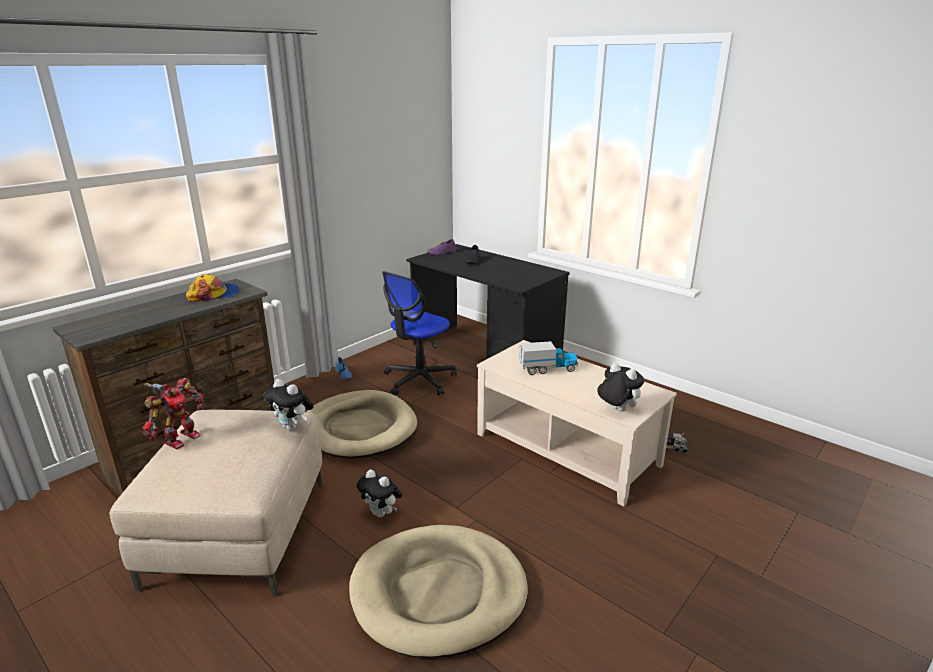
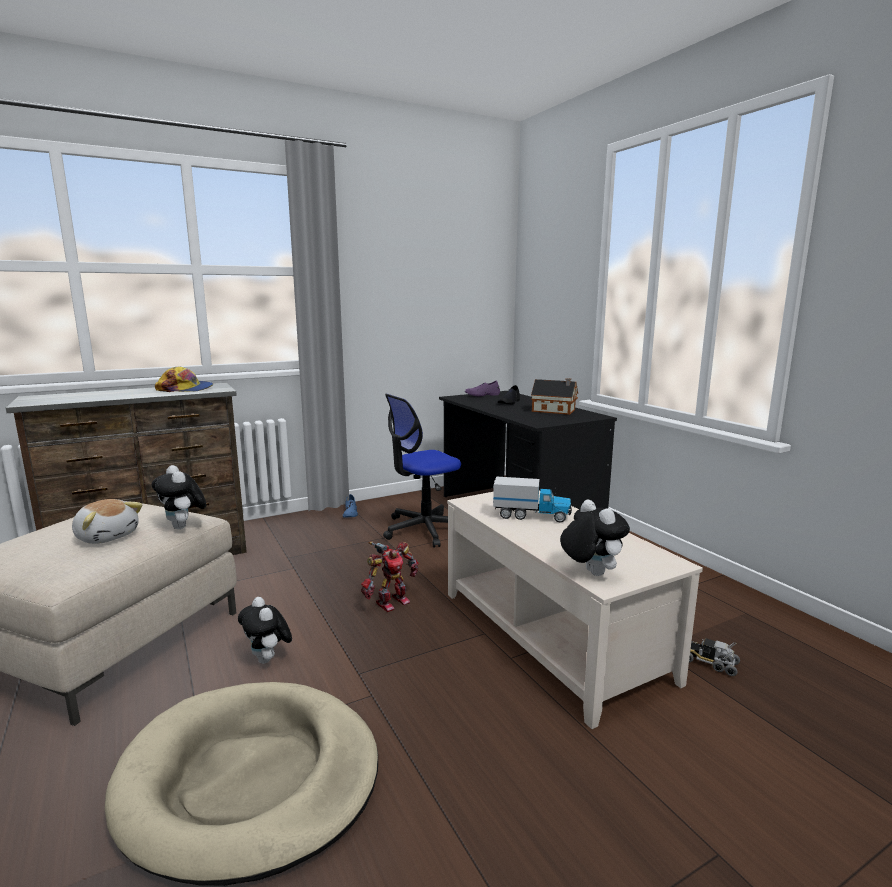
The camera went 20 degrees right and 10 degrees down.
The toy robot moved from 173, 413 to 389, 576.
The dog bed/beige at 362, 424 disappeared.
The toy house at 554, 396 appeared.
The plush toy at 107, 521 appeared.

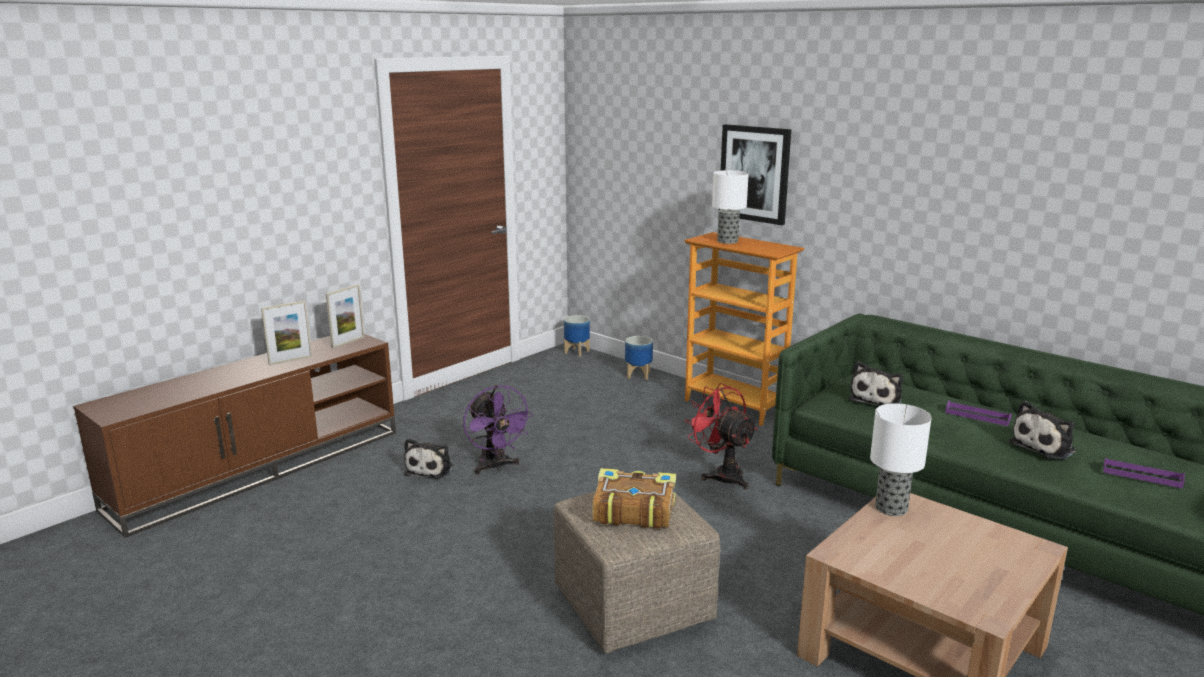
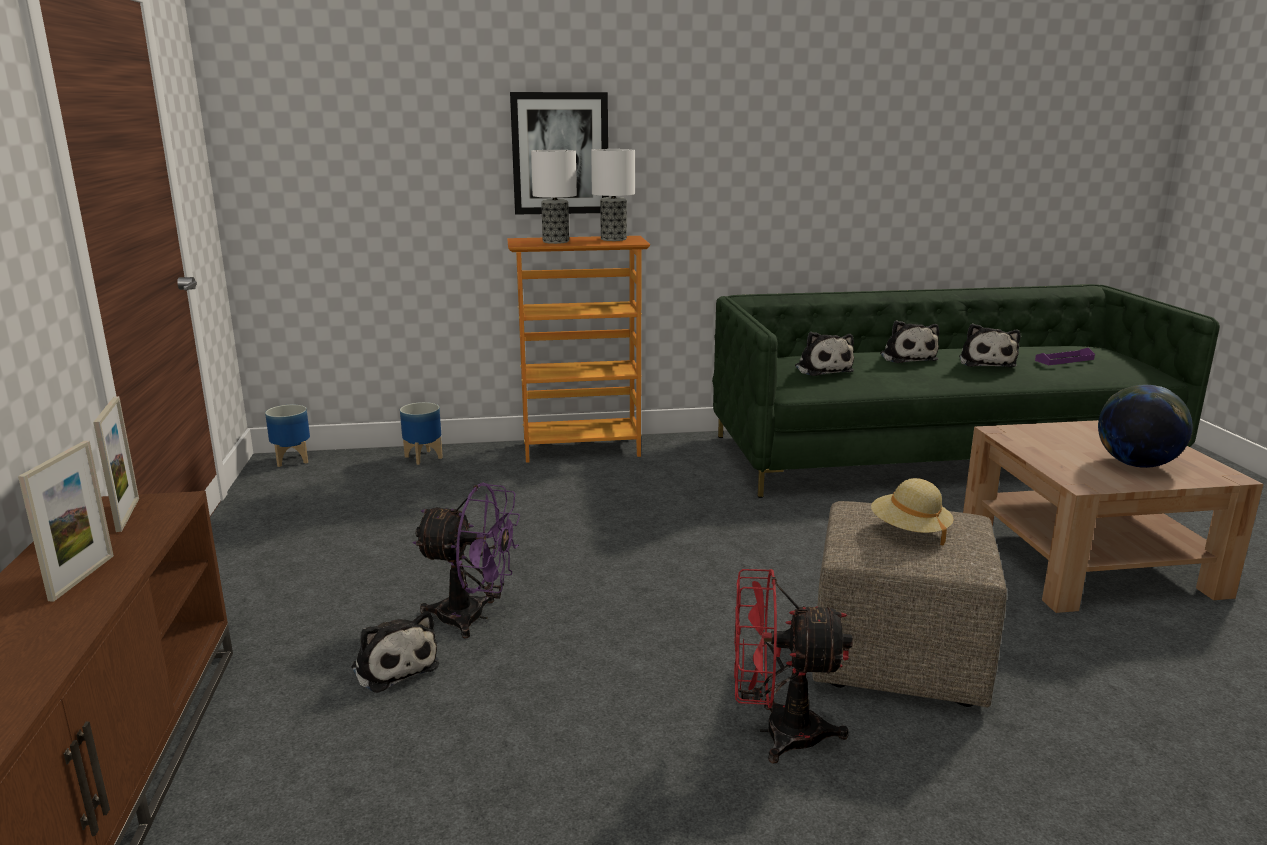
The camera went 50 degrees left and 0 degrees up.
The fan/red moved from 721, 436 to 793, 666.
The tray/purple at 978, 413 was replaced by the plush toy at 909, 341.
The table lamp moved from 901, 459 to 613, 195.
The book at 634, 498 was replaced by the hat/beige at 912, 512.
The globe at 1145, 426 appeared.

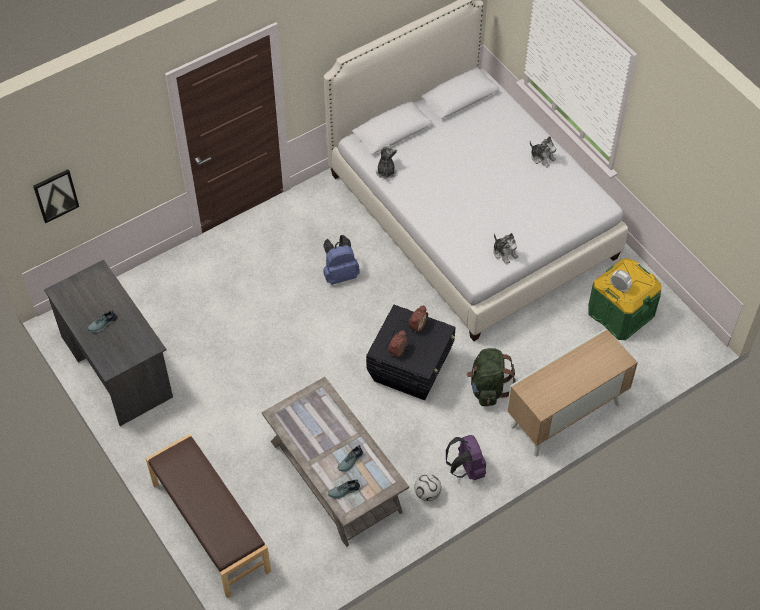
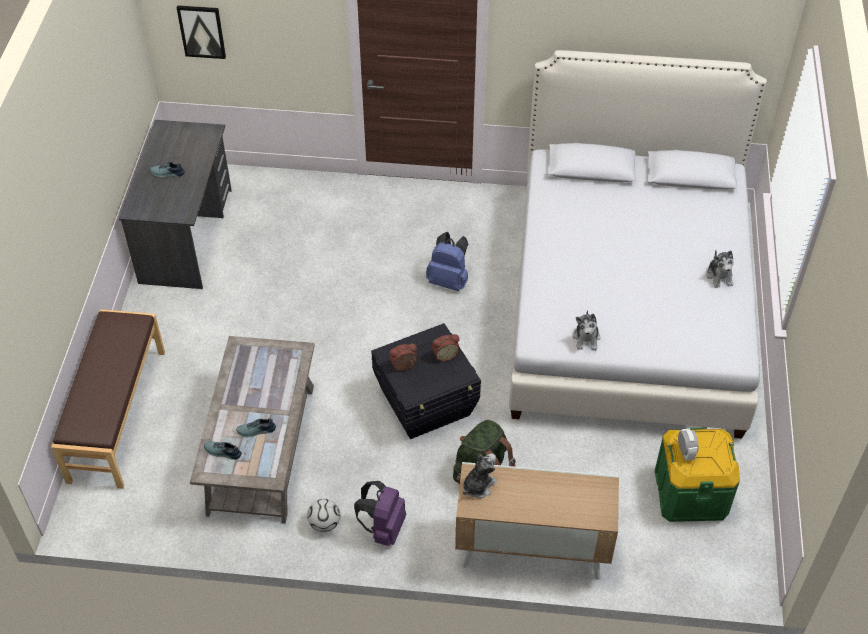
The camera went 40 degrees right and 5 degrees down.
The plush toy moved from 386, 161 to 480, 475.

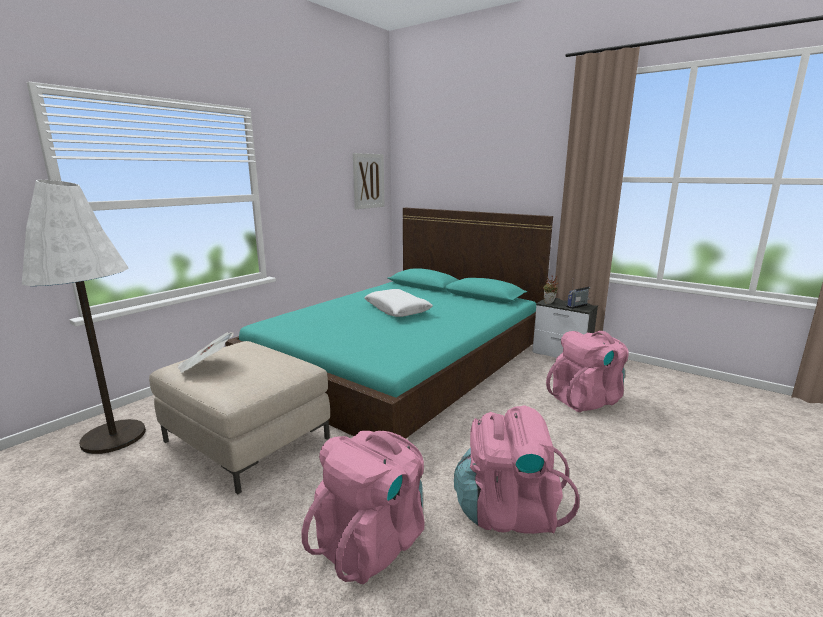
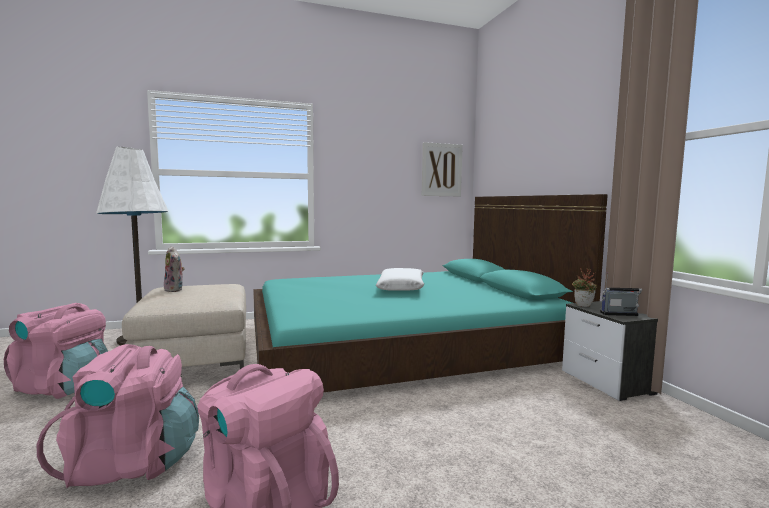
The camera went 35 degrees right and 10 degrees down.
The backpack/pink moved from 587, 371 to 56, 351.
The newspaper at 206, 353 was replaced by the plush toy at 174, 269.

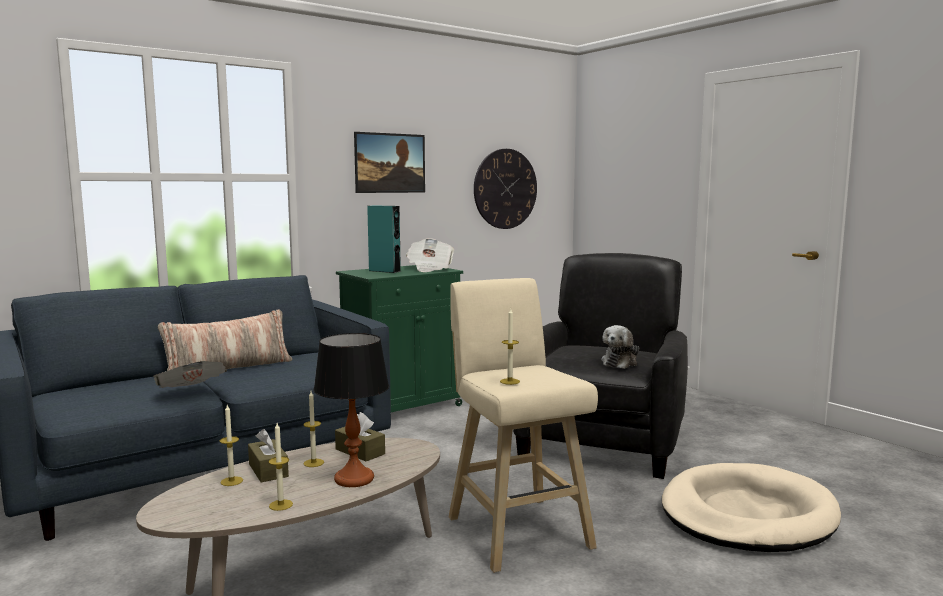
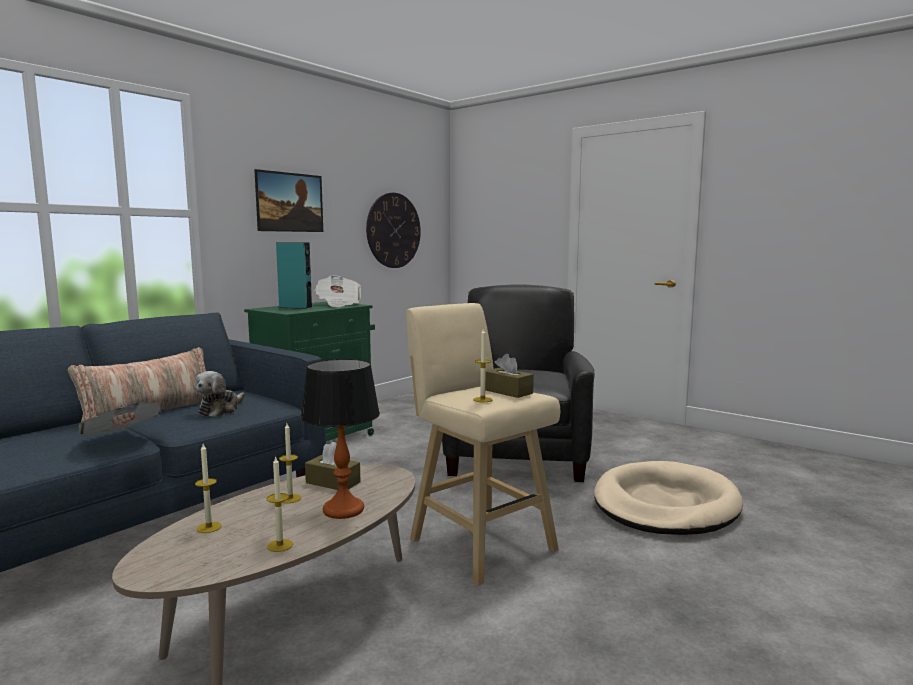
The camera went 15 degrees left and 0 degrees up.
The plush toy moved from 620, 347 to 219, 394.
The tissue box/brown moved from 268, 456 to 509, 376.

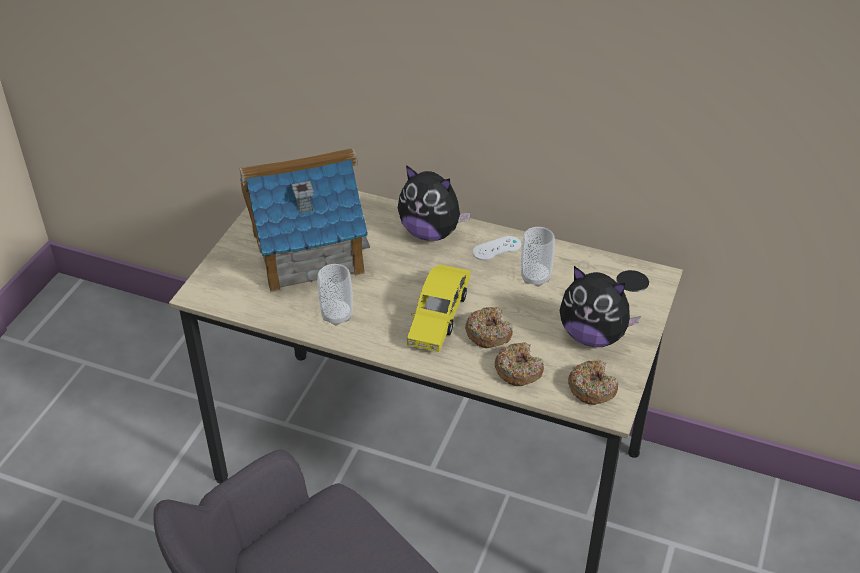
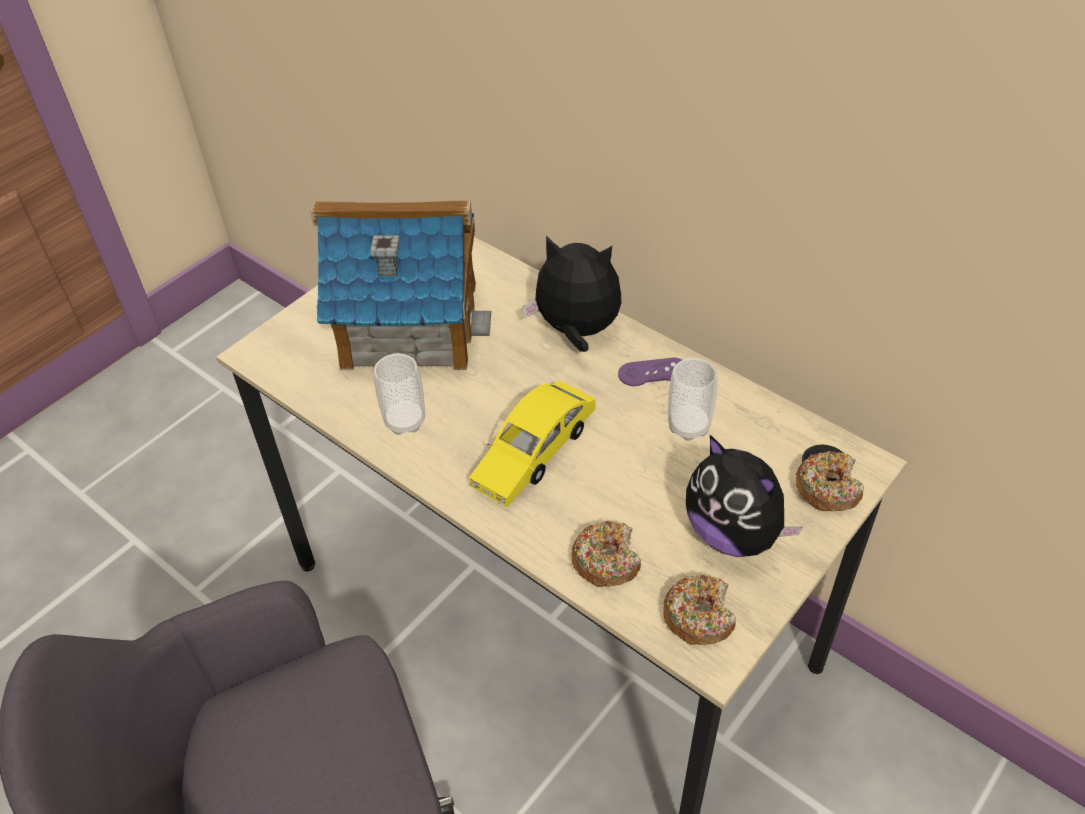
The camera went 20 degrees right and 5 degrees up.
The plush toy at 434, 203 turned 150 degrees clockwise.
The game controller/white at 497, 248 became the game controller/purple at 650, 372.
The donut moved from 489, 327 to 830, 481.

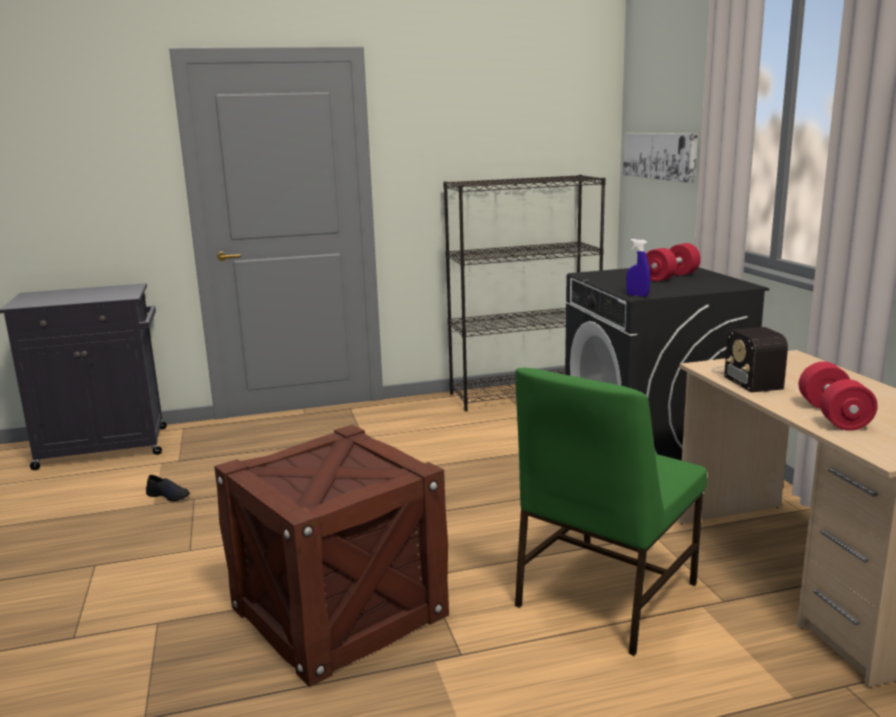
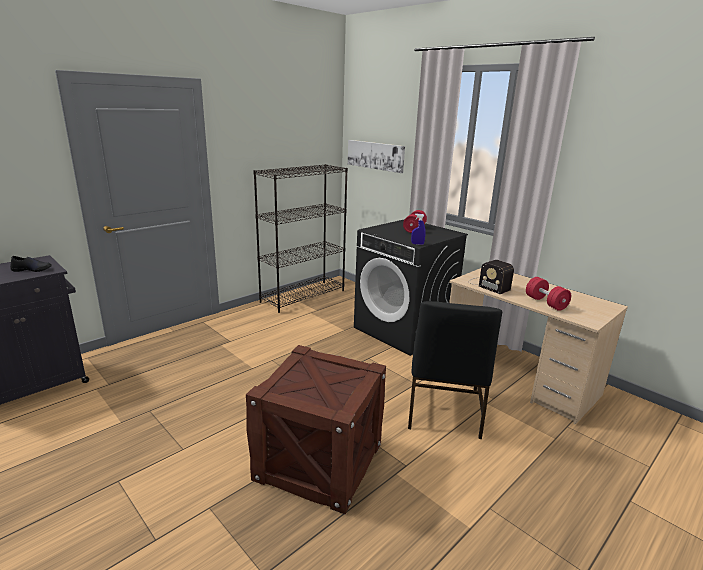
The camera went 30 degrees left and 5 degrees up.
The chair/green at 611, 512 became the chair/black at 455, 370.
The shoe/black moved from 168, 488 to 31, 264.

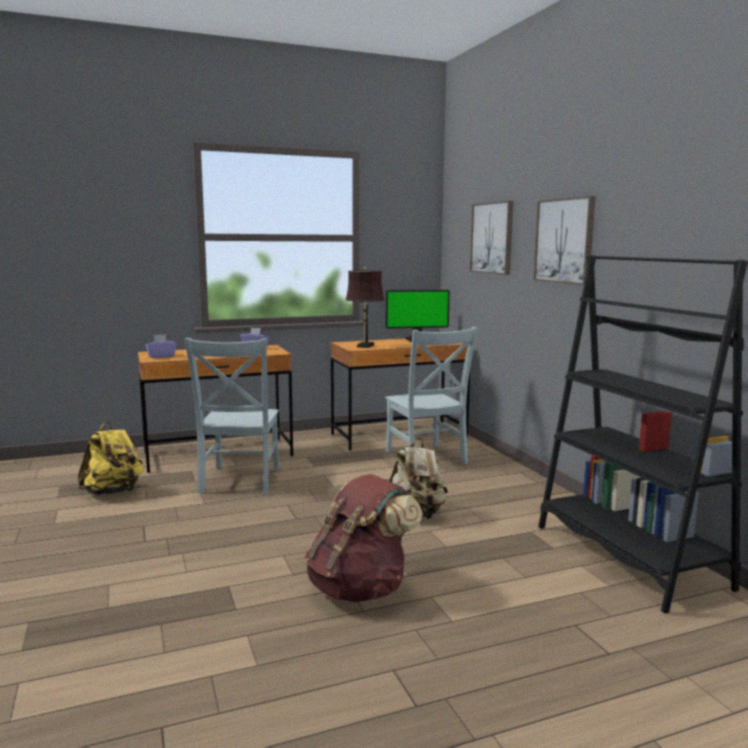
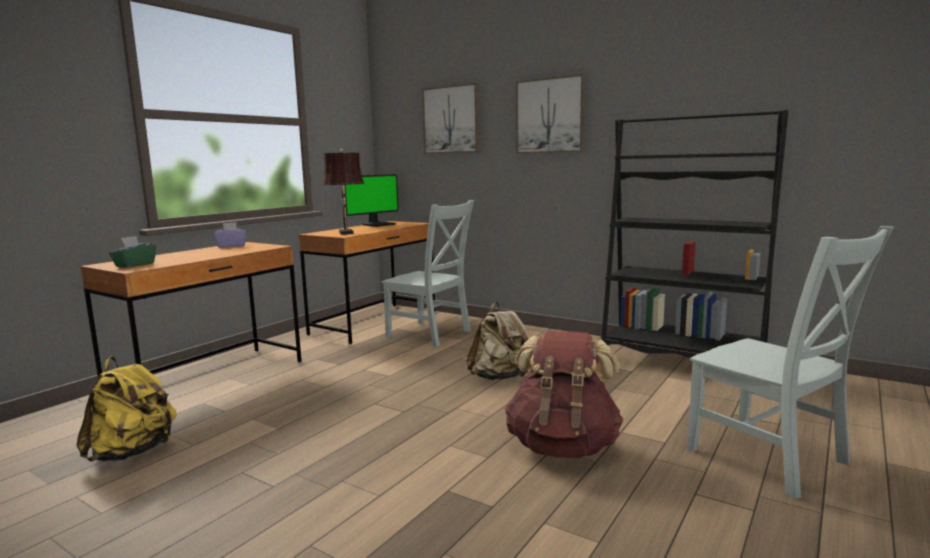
The camera went 35 degrees left and 0 degrees up.
The tissue box/purple at 161, 346 became the tissue box/green at 132, 252.
The chair/grey moved from 231, 416 to 790, 362.

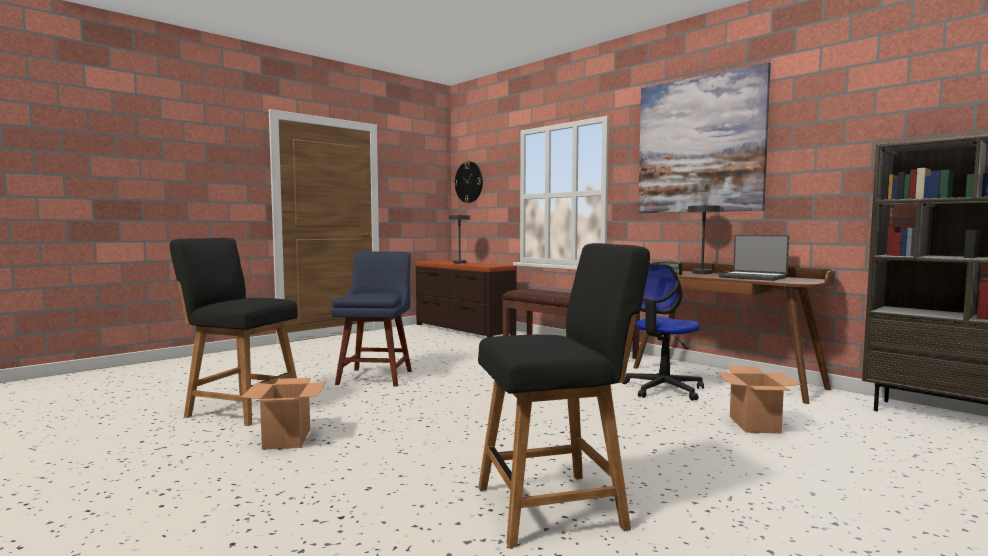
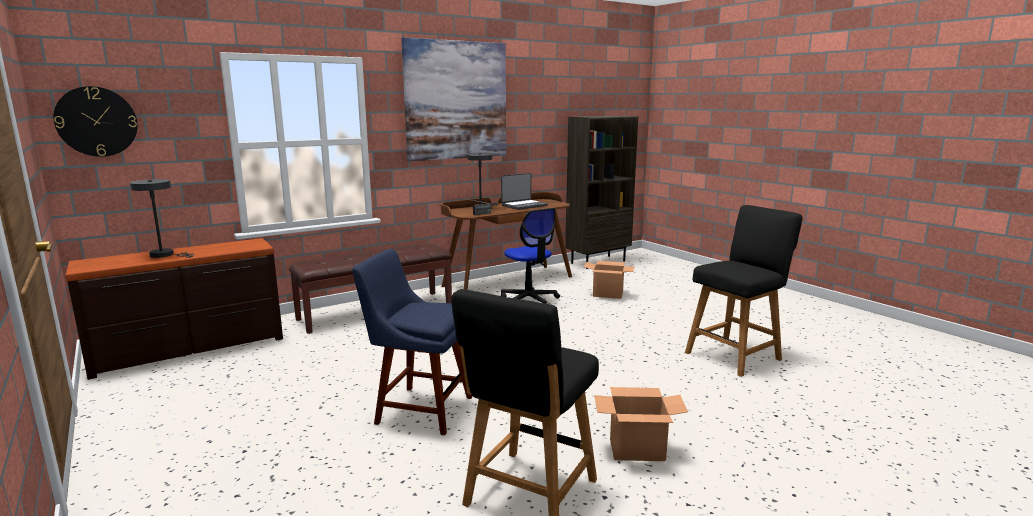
The camera went 80 degrees left and 10 degrees up.
The chair/black at 564, 395 turned 60 degrees clockwise.

